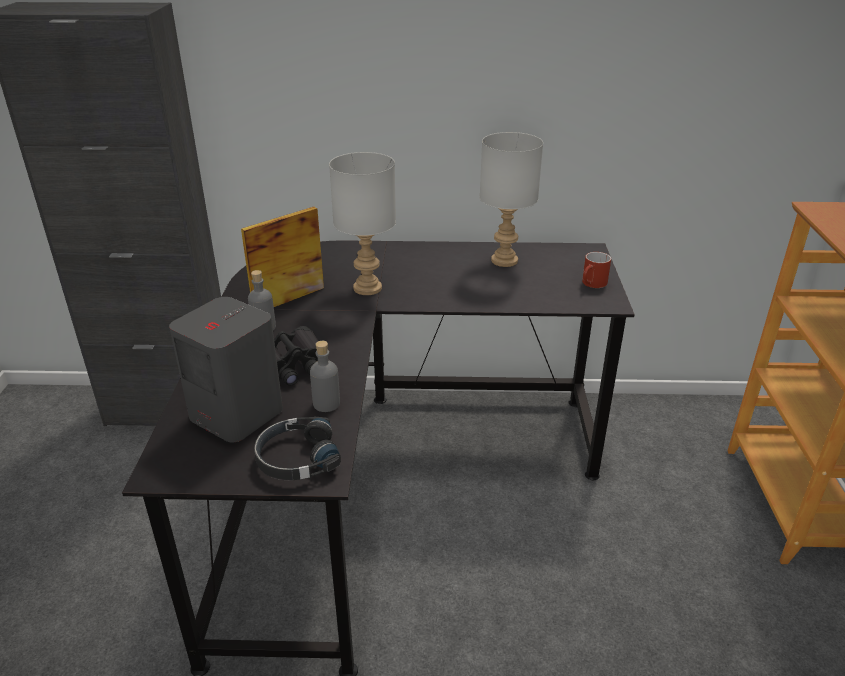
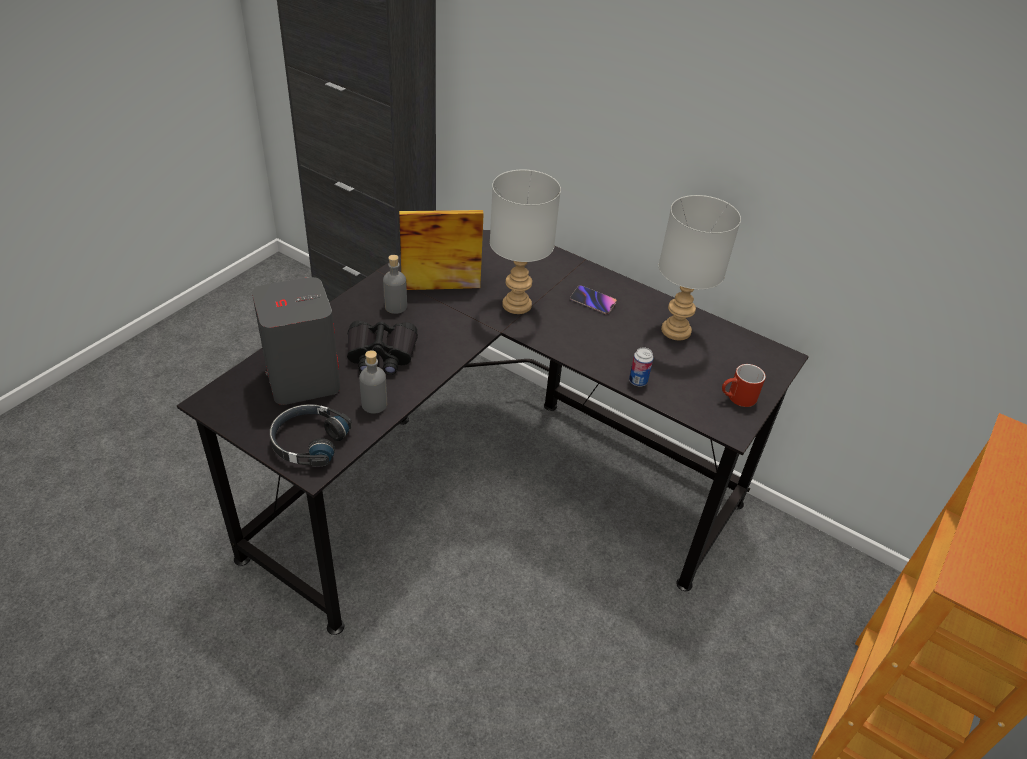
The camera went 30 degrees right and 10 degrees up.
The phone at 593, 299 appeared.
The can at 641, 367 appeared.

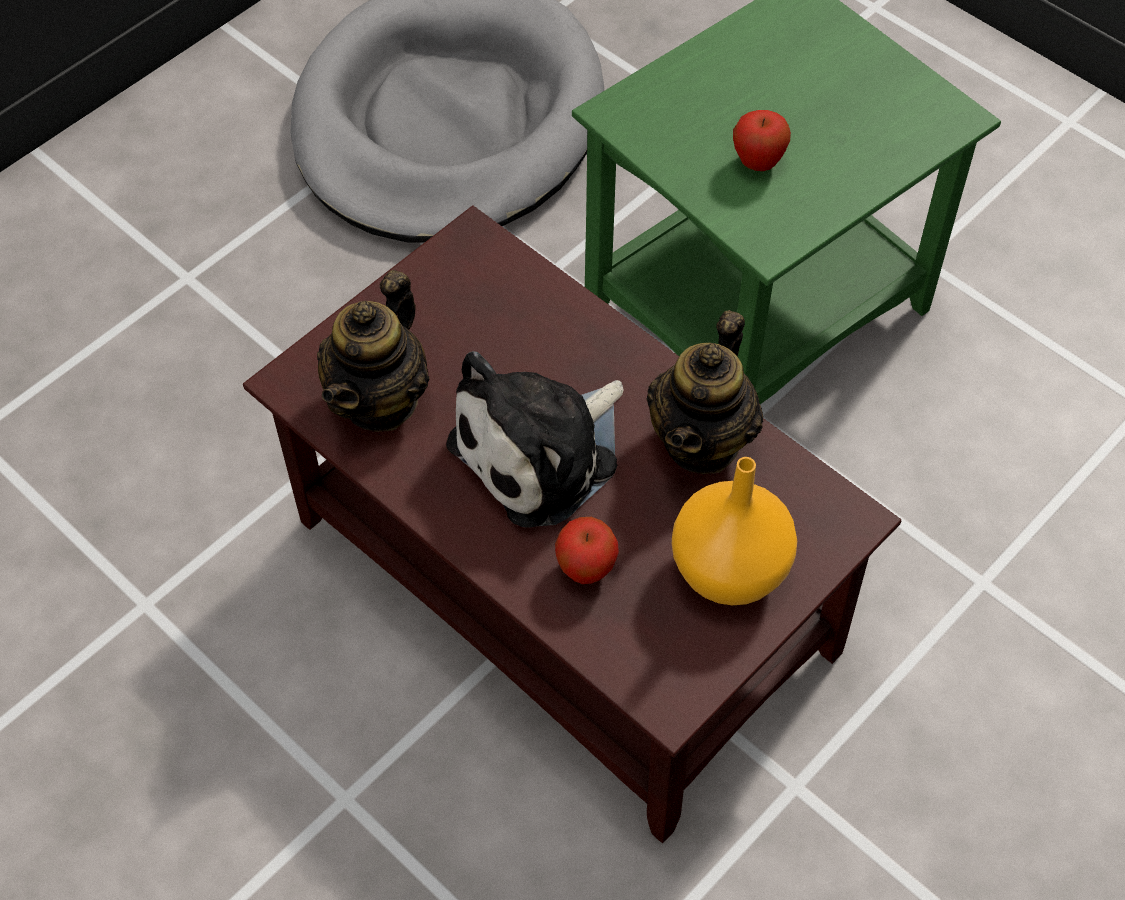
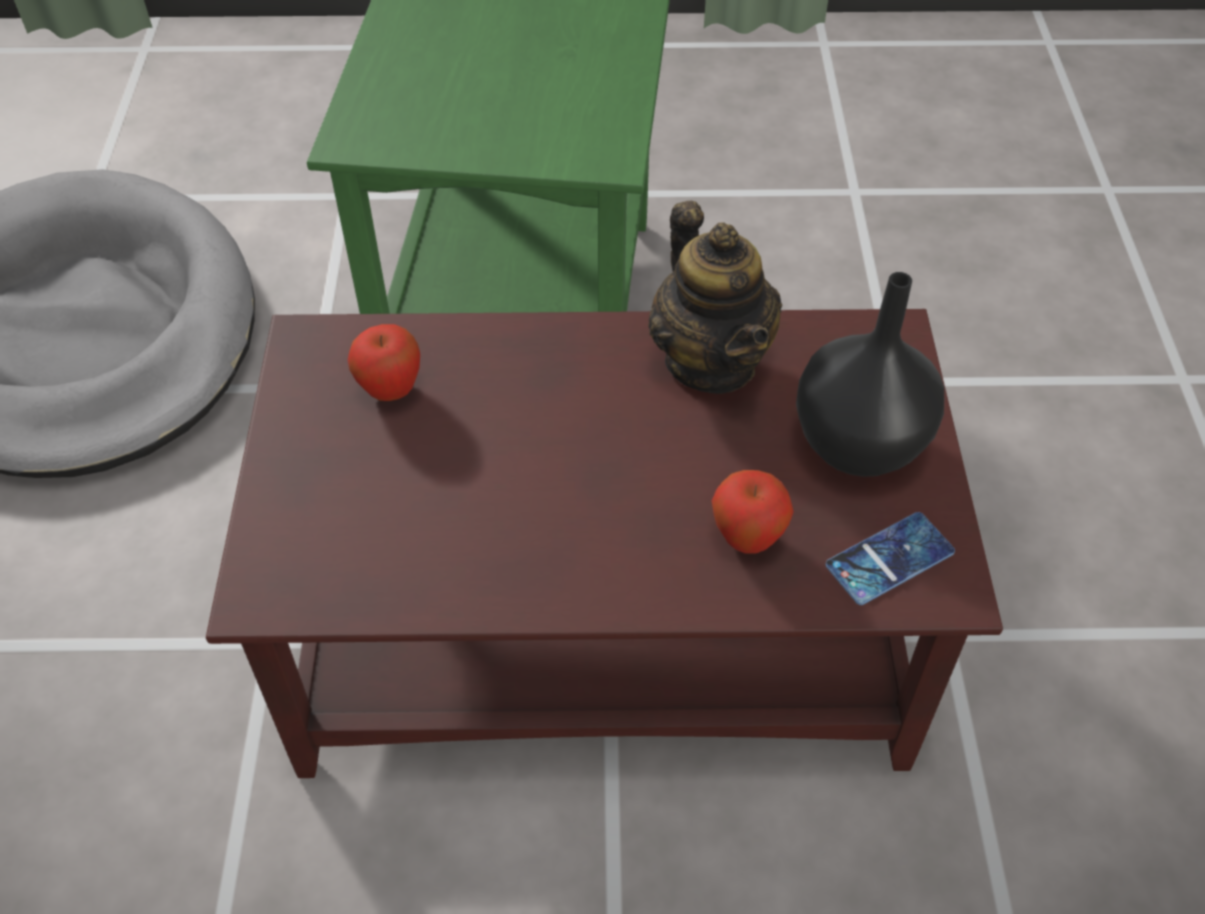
The camera went 45 degrees left and 5 degrees down.
The apple moved from 762, 140 to 384, 362.
The teapot at 373, 351 disappeared.
The plush toy at 534, 439 disappeared.
The vase/orange at 734, 531 became the vase/black at 870, 374.
The phone at 890, 558 appeared.

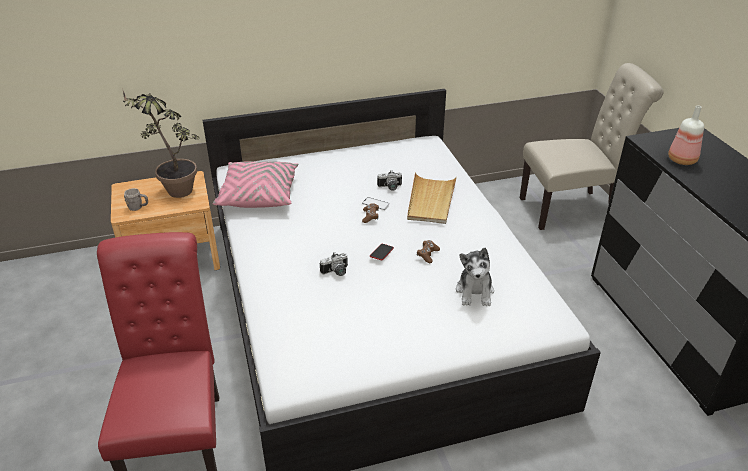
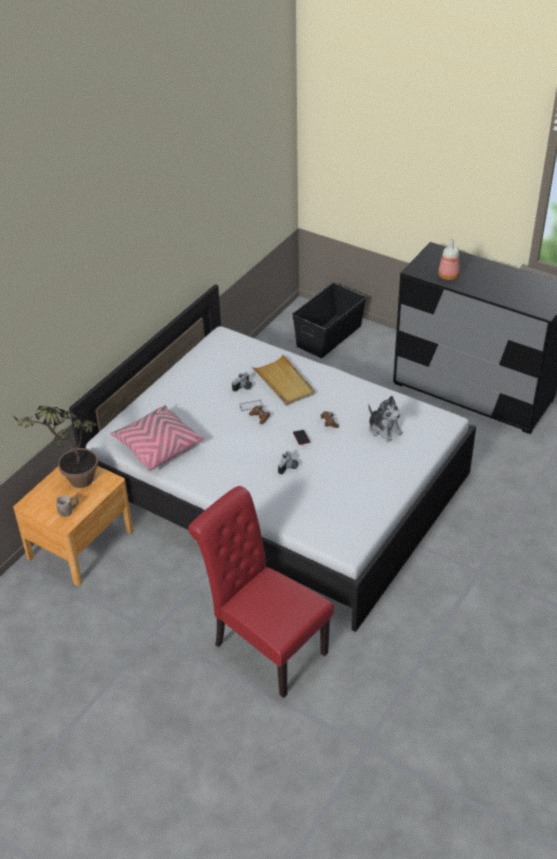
The camera went 40 degrees left and 5 degrees up.
The chair/beige at 592, 146 was replaced by the storage box/black at 329, 320.

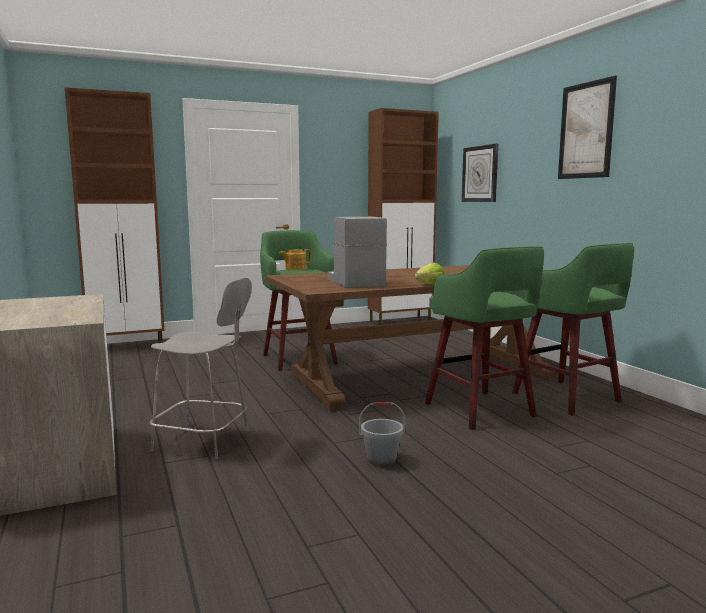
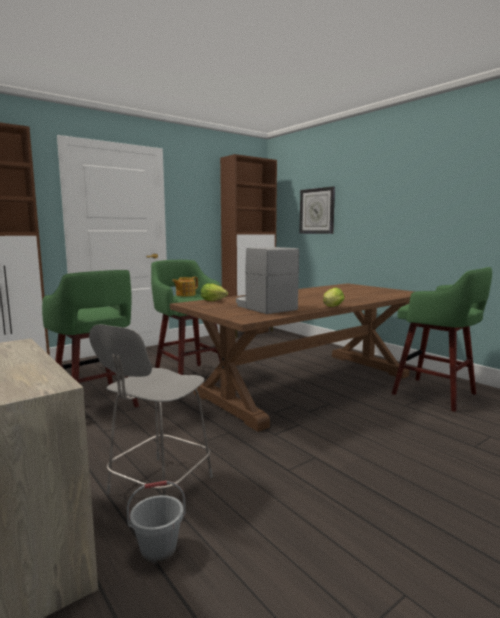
The camera went 15 degrees left and 0 degrees up.
The picture at 587, 127 disappeared.
The stool/green moved from 484, 338 to 90, 338.
The chair/grey at 201, 368 turned 120 degrees clockwise.
The bucket/grey moved from 382, 434 to 156, 521.
The lettuce at 214, 292 appeared.

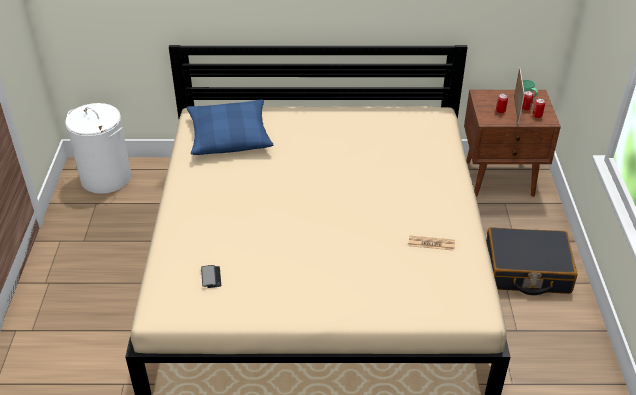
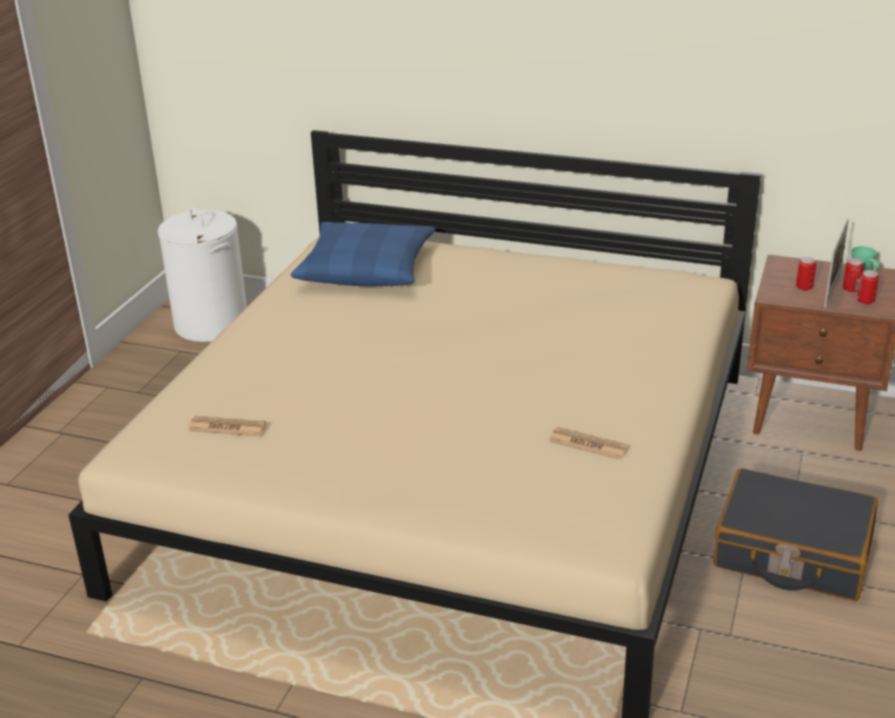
The camera went 20 degrees right and 10 degrees down.
The phone at 211, 276 was replaced by the newspaper at 227, 426.

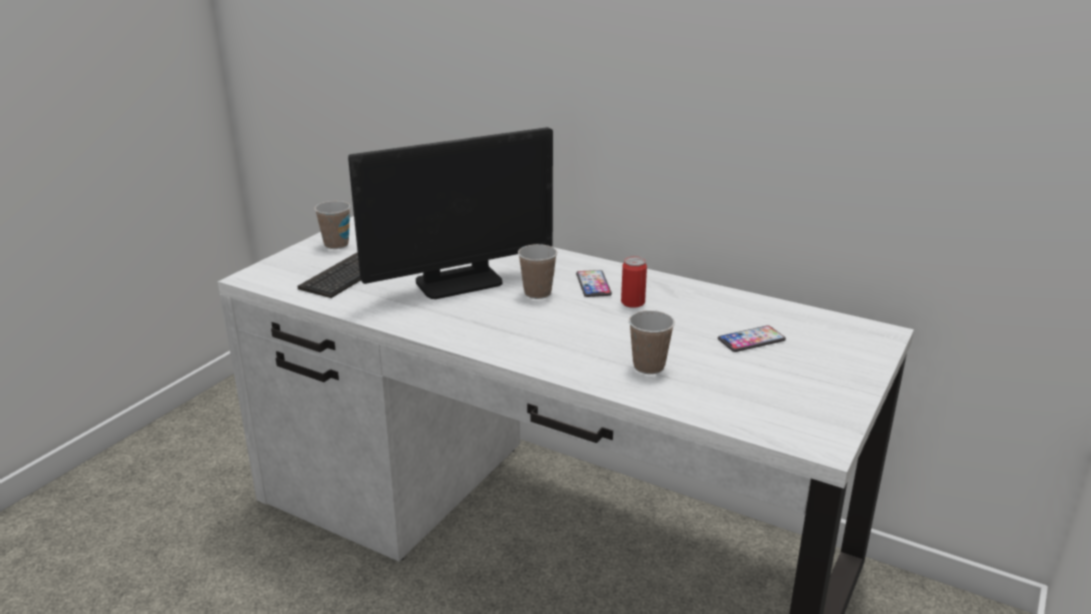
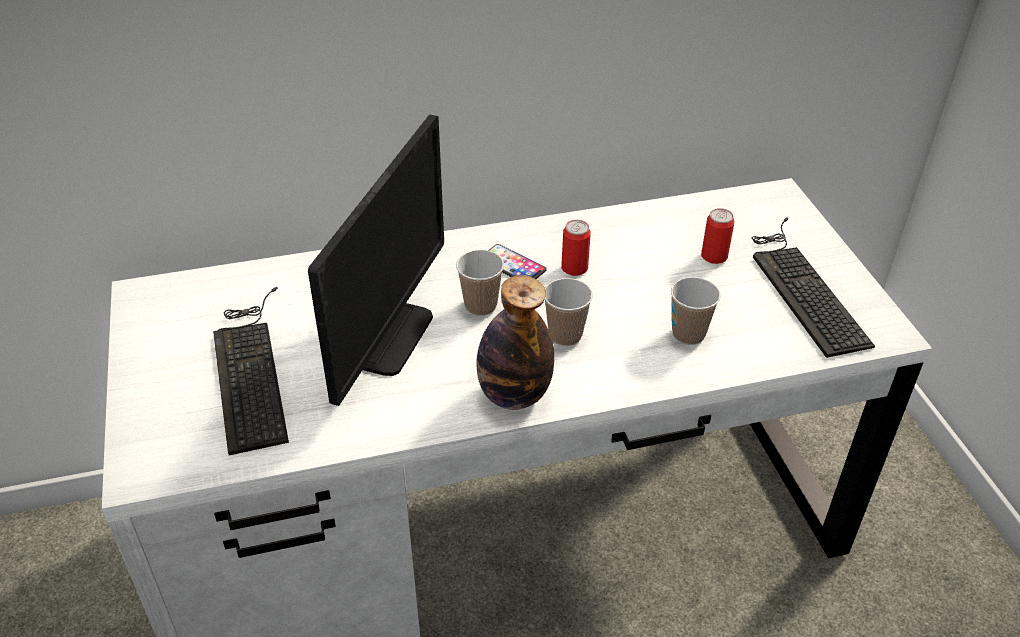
The camera went 45 degrees left and 15 degrees up.
The cup moved from 332, 225 to 569, 312.
The phone at 752, 338 was replaced by the can at 717, 236.
The keyboard at 813, 287 appeared.
The bottle at 515, 342 appeared.

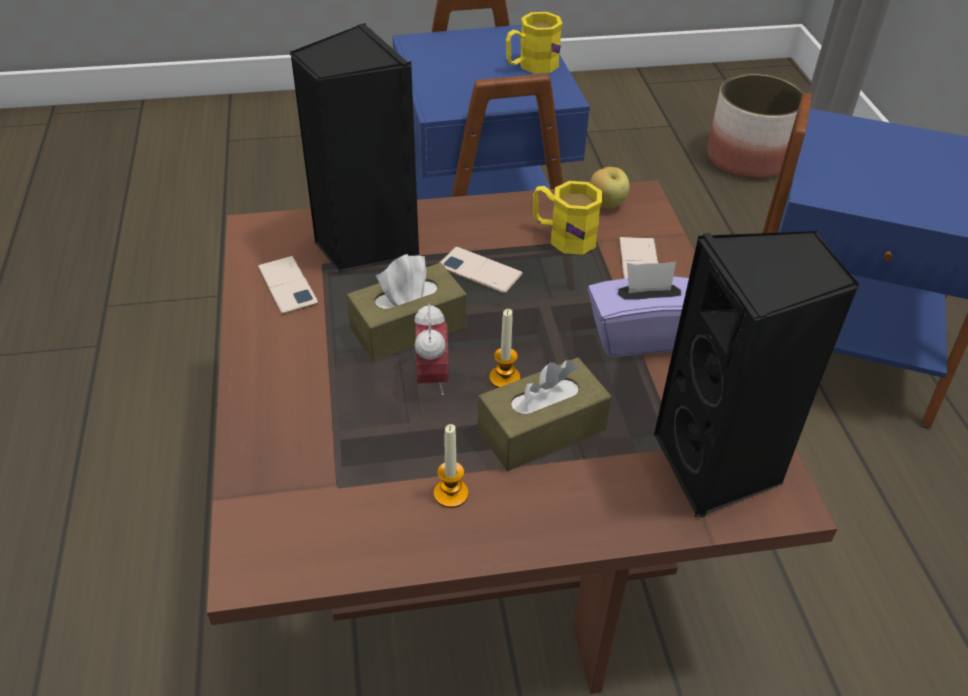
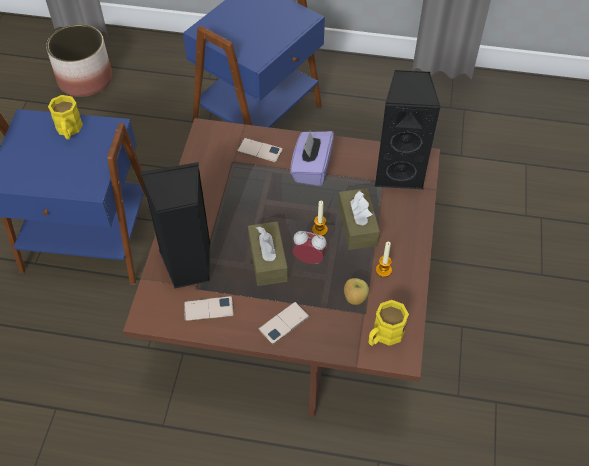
The camera went 70 degrees left and 10 degrees up.
The apple moved from 610, 187 to 356, 291.
The mug/yellow moved from 567, 218 to 389, 323.
The phone moved from 481, 270 to 284, 323.

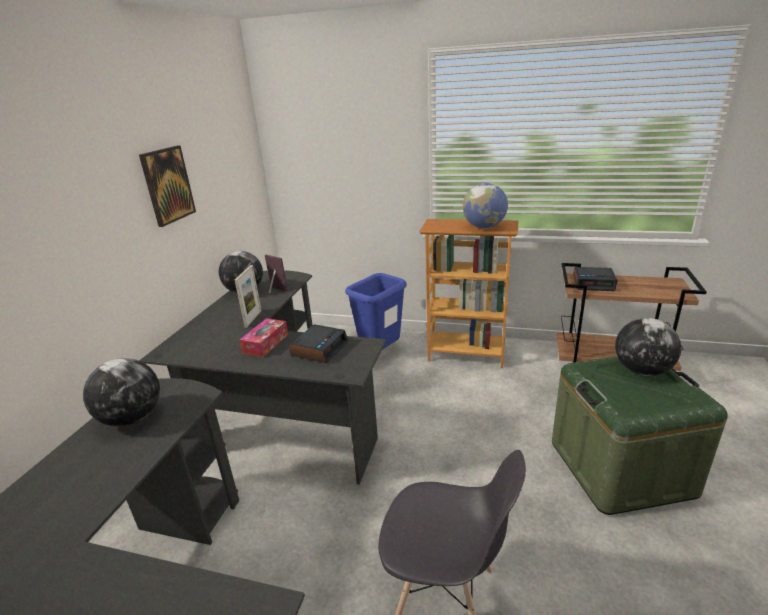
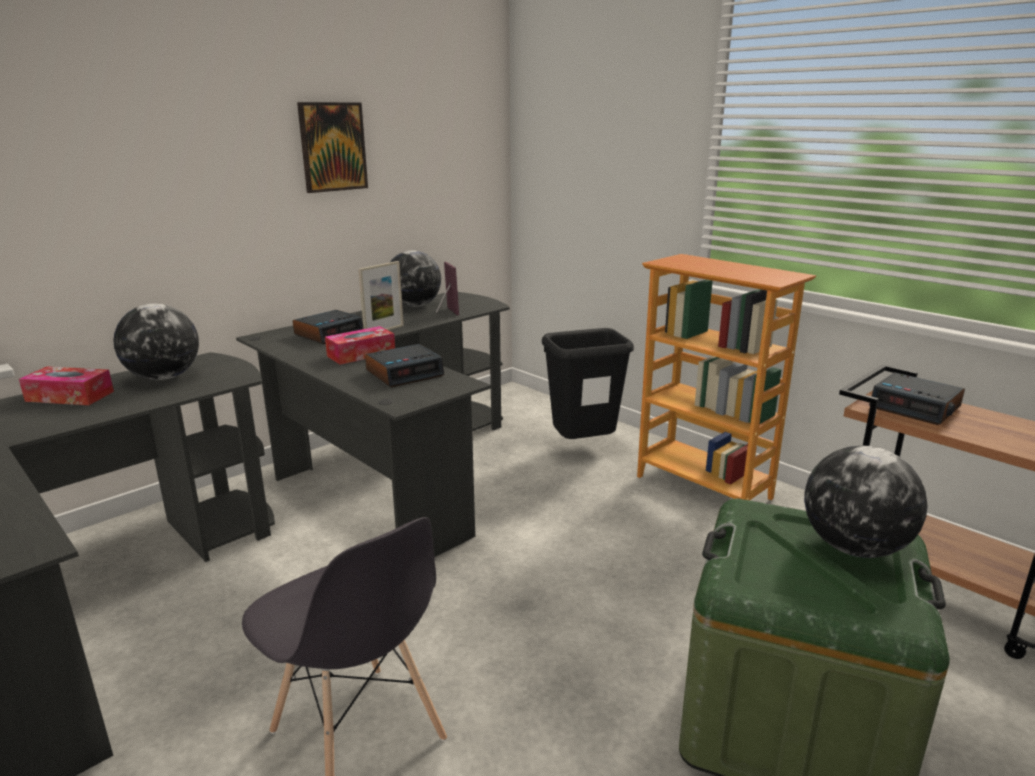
The camera went 30 degrees right and 5 degrees down.
The globe at 485, 206 disappeared.
The trash can/blue at 376, 311 became the trash can/black at 588, 383.
The alarm clock at 328, 327 appeared.
The tissue box at 66, 385 appeared.

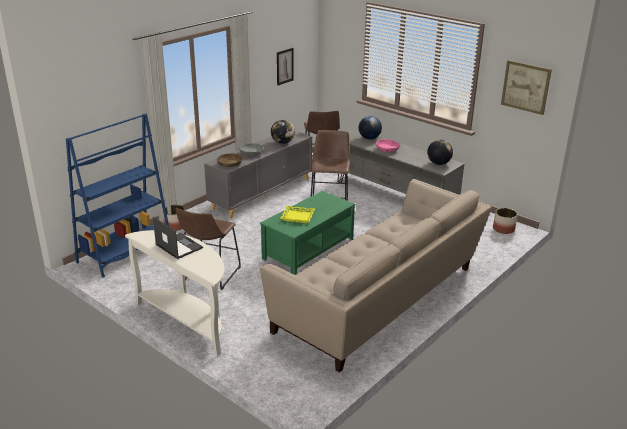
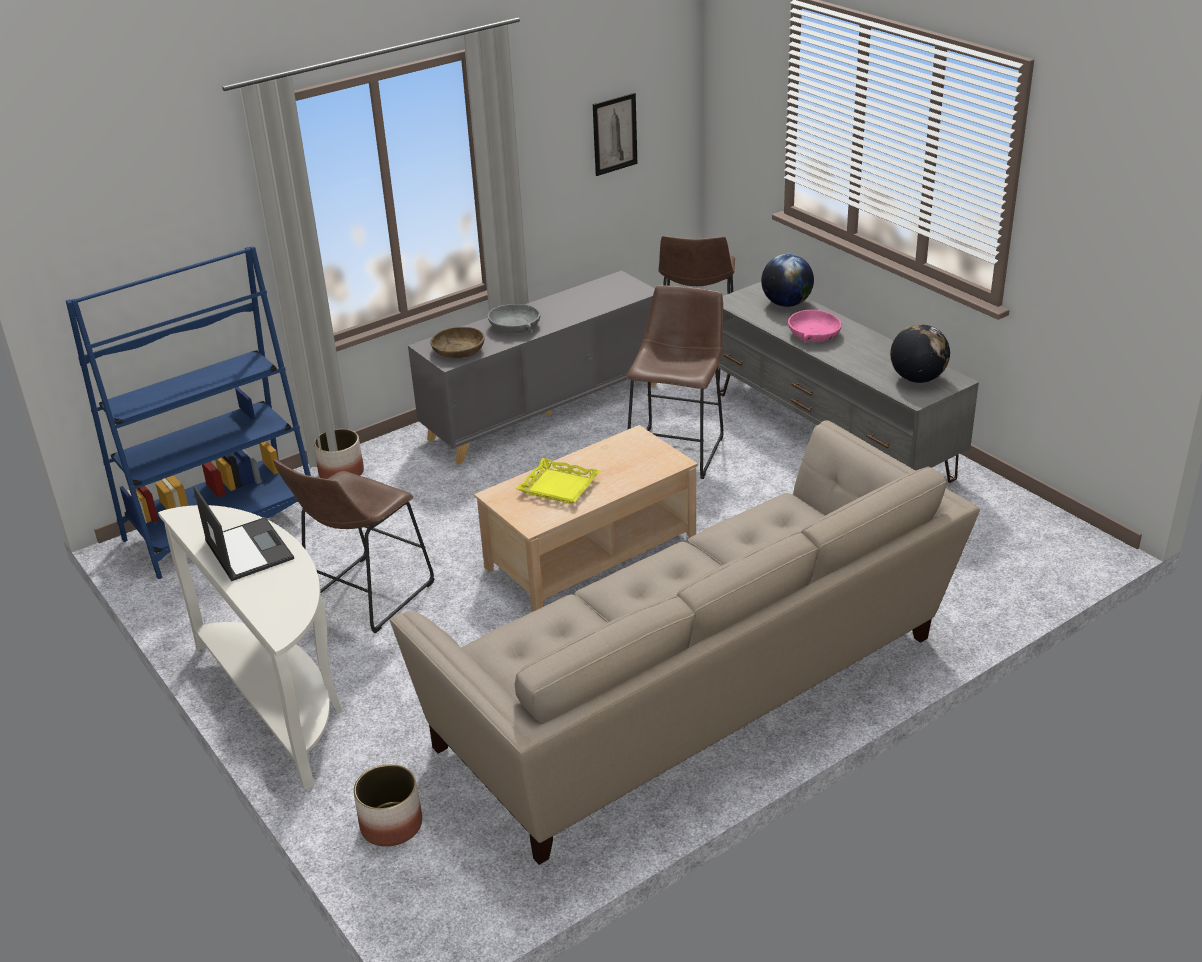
The camera went 15 degrees right and 5 degrees up.
The picture at 526, 87 disappeared.
The globe at 283, 132 disappeared.
The coffee table/green at 307, 233 became the coffee table/beige at 586, 518.
The planter moved from 505, 221 to 387, 805.

